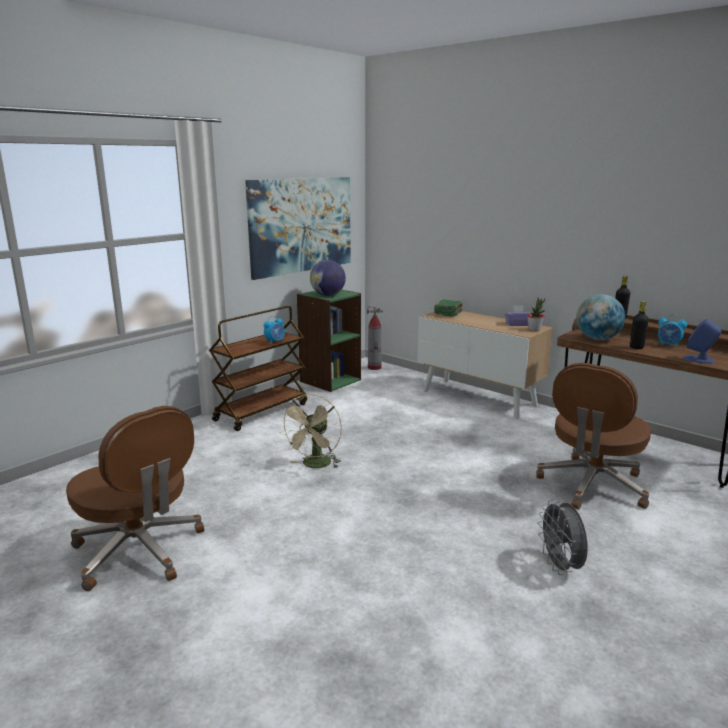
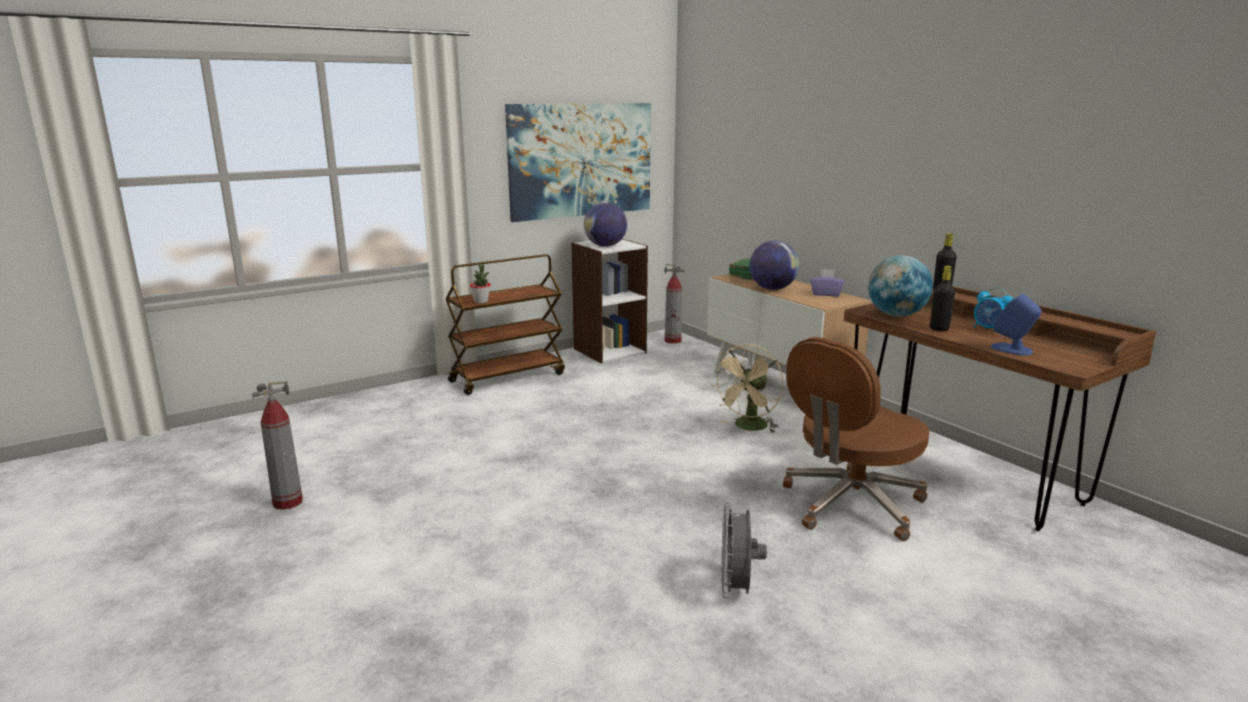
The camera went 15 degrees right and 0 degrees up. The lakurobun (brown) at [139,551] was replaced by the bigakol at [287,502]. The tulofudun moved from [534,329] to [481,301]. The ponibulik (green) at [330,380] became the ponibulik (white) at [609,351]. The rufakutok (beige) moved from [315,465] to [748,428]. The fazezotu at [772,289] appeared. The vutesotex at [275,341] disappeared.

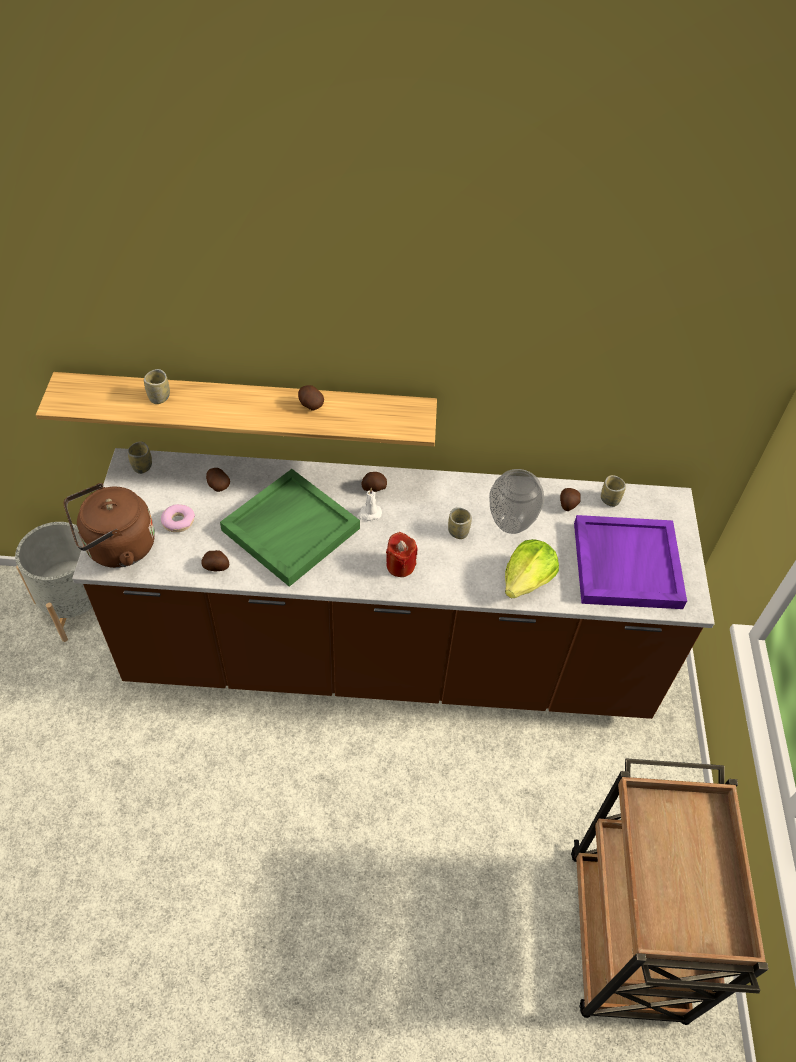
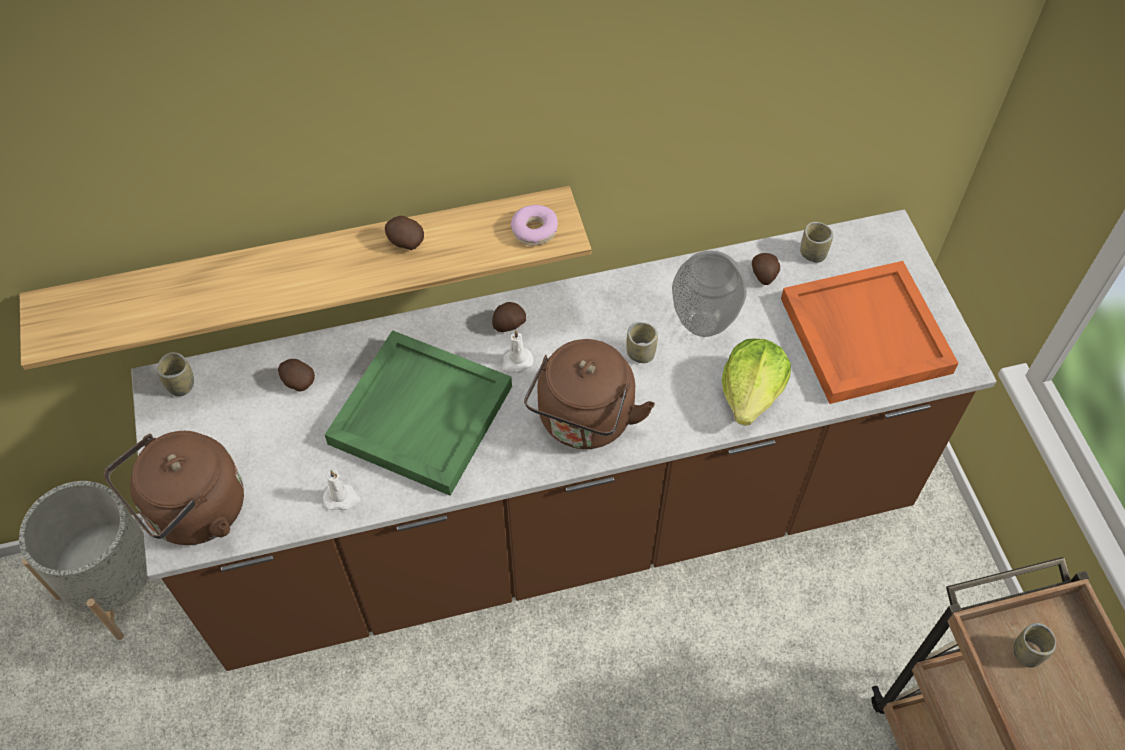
The camera went 15 degrees left and 5 degrees up. The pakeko at [217,567] was replaced by the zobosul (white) at [342,498]. The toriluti moved from [178,521] to [534,230]. The zobosul (red) at [400,565] was replaced by the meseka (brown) at [584,422]. The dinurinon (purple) at [625,564] became the dinurinon (orange) at [863,334]. The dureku moved from [159,397] to [1027,653].

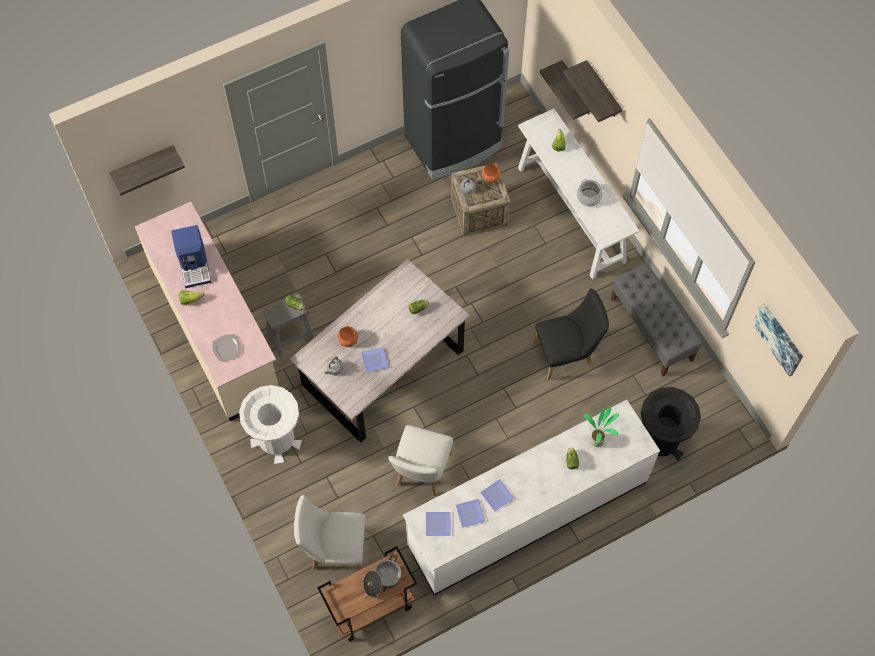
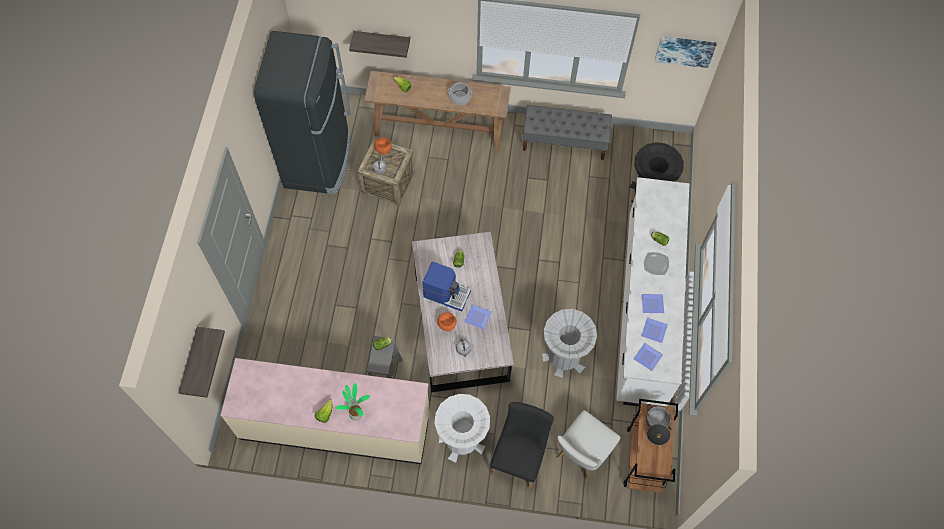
The camera went 55 degrees left and 0 degrees up. The tulofudun moved from [598,440] to [356,413]. The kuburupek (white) at [571,215] became the kuburupek (brown) at [439,129]. The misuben moved from [195,265] to [446,293]. The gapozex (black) moved from [567,354] to [519,457]. The gapozex (white) at [421,473] was replaced by the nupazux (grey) at [564,356]. The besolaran moved from [226,348] to [655,264]. The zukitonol at [603,91] disappeared.

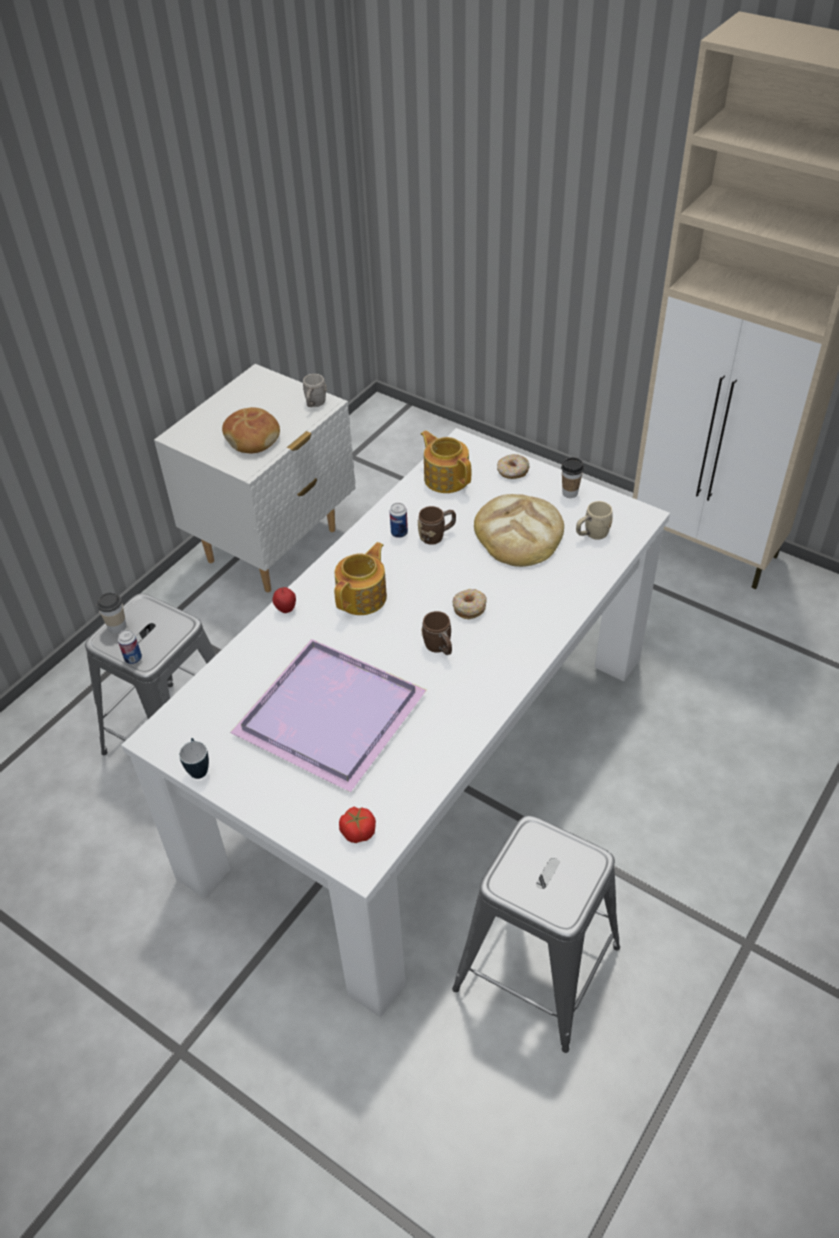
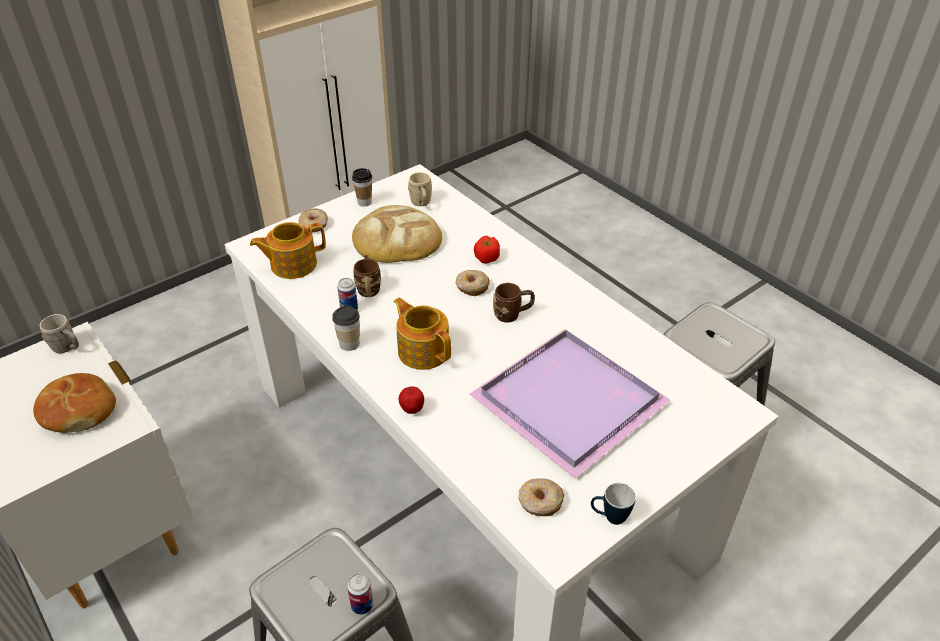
The camera went 75 degrees left and 5 degrees down. The dureku moved from [117,626] to [349,344]. The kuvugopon moved from [358,832] to [486,258]. The toriluti at [540,502] appeared.

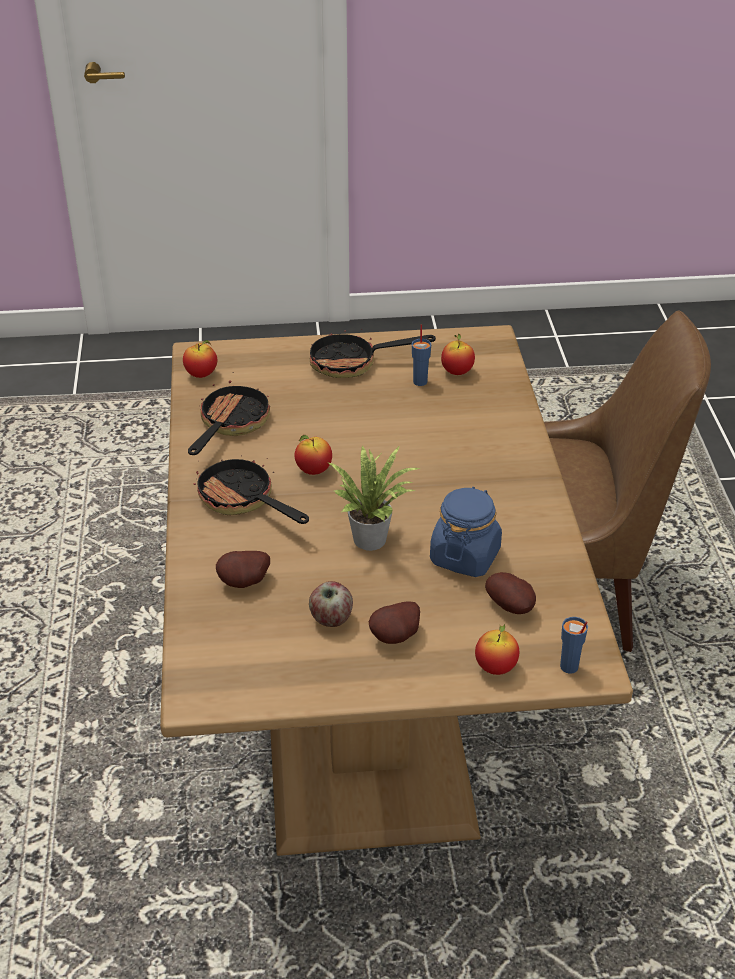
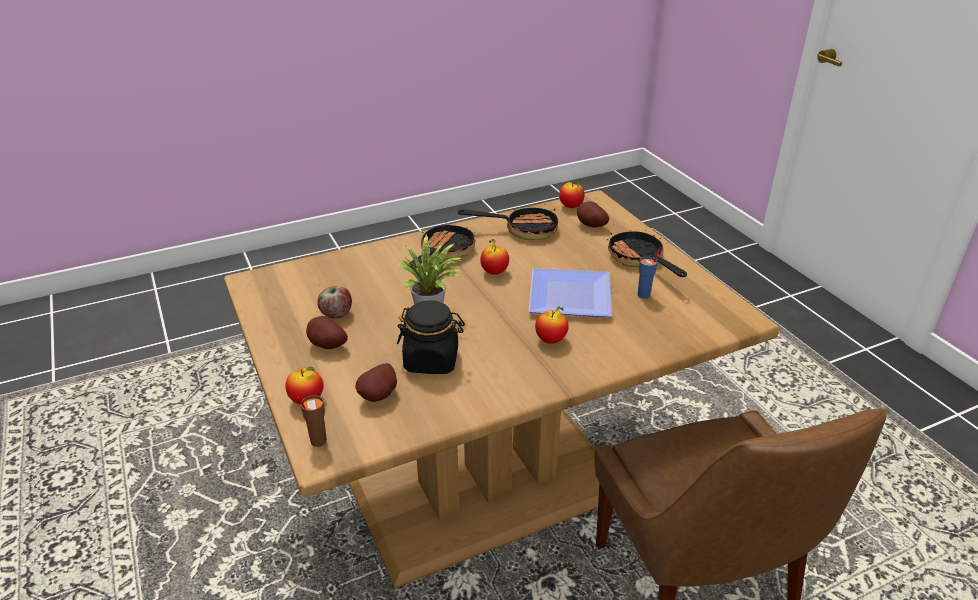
The camera went 70 degrees right and 5 degrees down. The dureku (blue) at [569,667] became the dureku (brown) at [318,441]. The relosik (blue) at [465,556] became the relosik (black) at [432,360]. The besolaran at [567,294] appeared. The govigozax moved from [457,372] to [551,340]. The pakeko moved from [245,583] to [590,226].

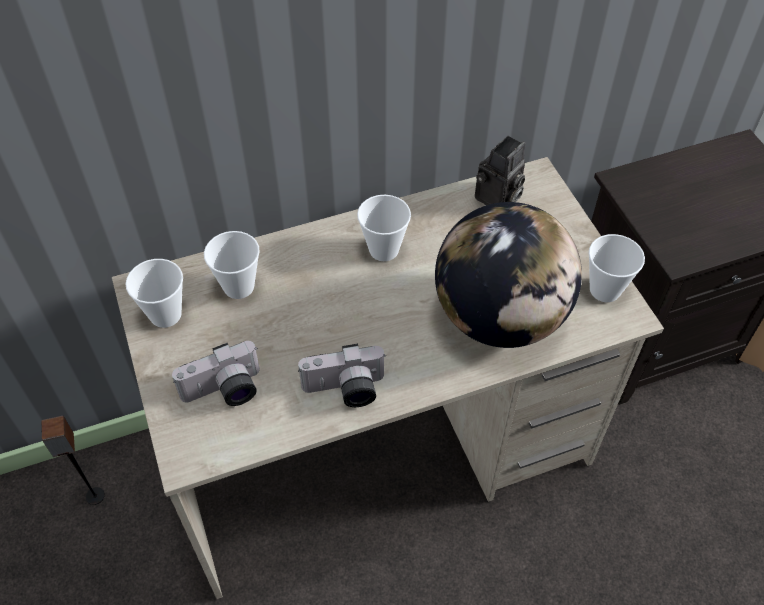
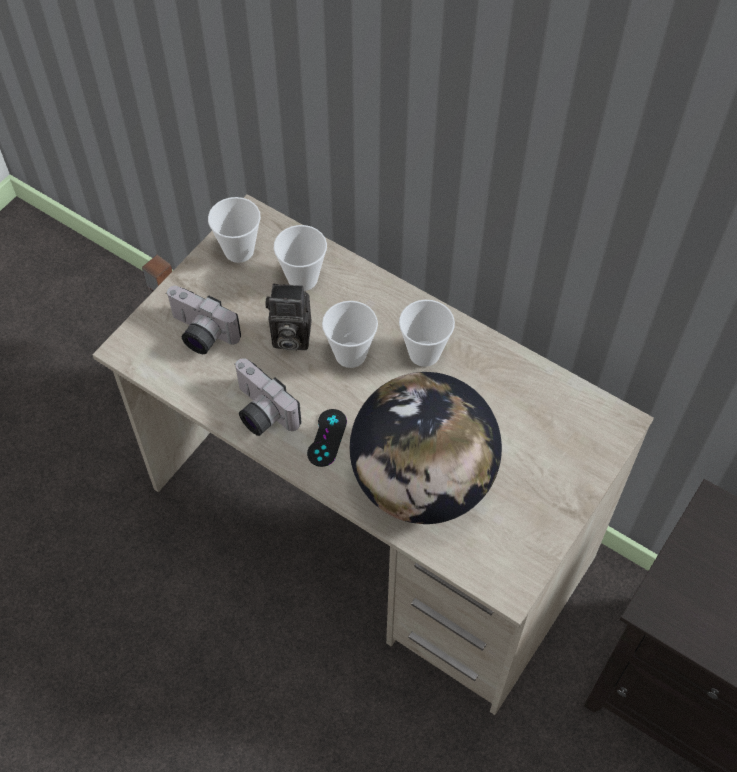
The camera went 55 degrees right and 5 degrees up. The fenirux moved from [498,199] to [289,337]. The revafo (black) at [327,438] appeared. The dureku moved from [605,290] to [350,354].

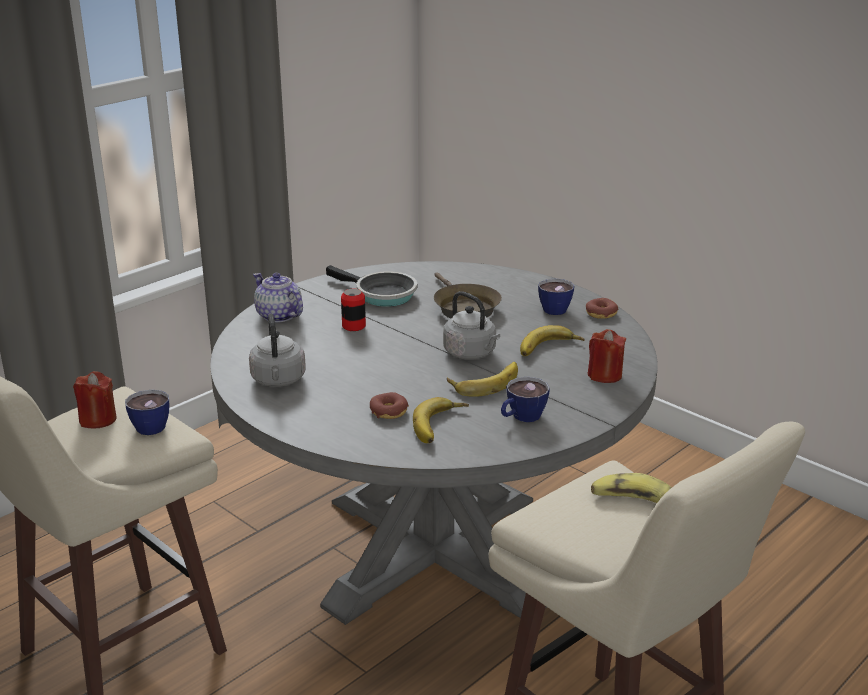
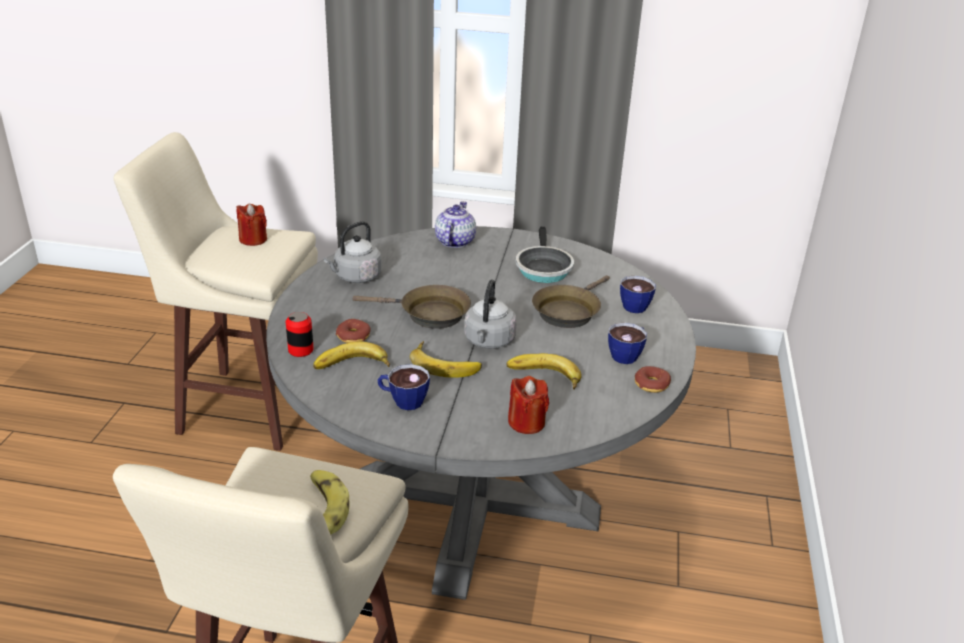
The camera went 55 degrees right and 5 degrees up. The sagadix moved from [354,326] to [300,350]. The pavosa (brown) at [429,314] appeared. The dureku moved from [150,424] to [637,305].

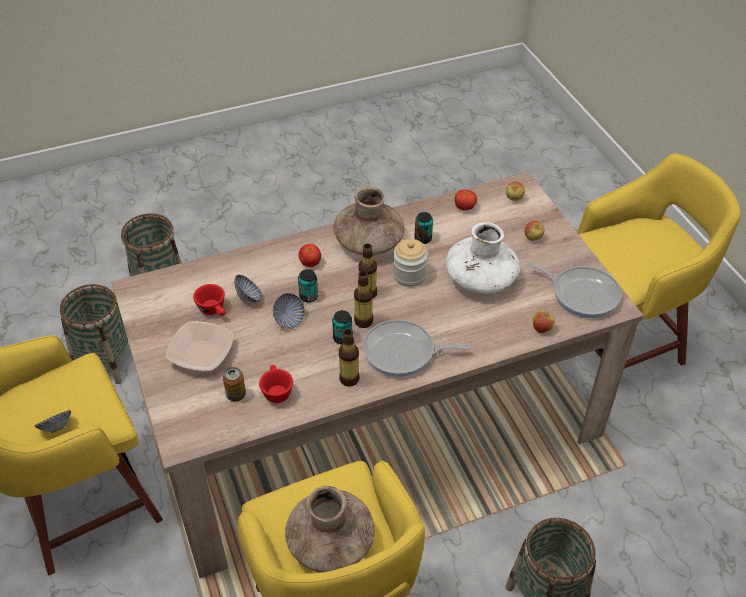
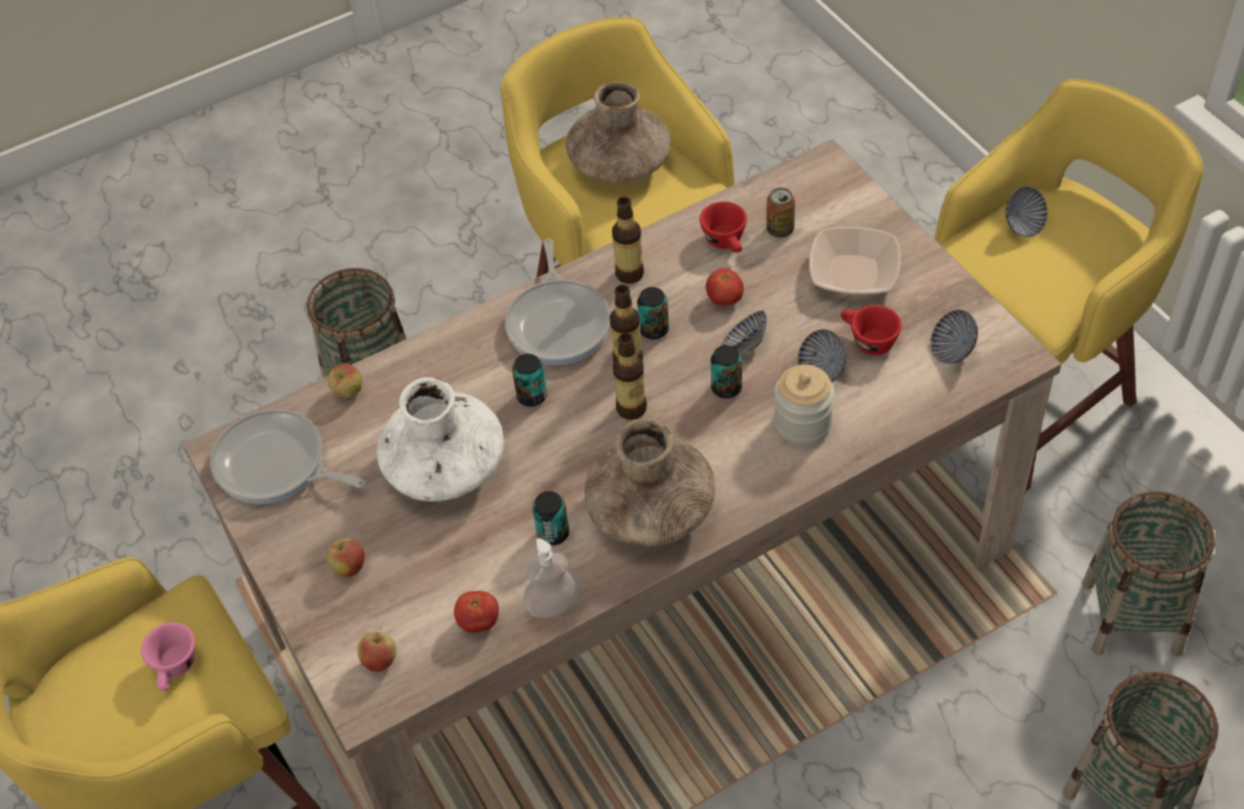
The camera went 175 degrees right and 5 degrees up. The dureku (pink) at [176,669] appeared. The pavosa at [403,353] turned 90 degrees clockwise. The sagadix at [532,396] appeared. The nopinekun at [553,604] appeared. The kuvugopon moved from [310,263] to [724,300]. The relosik moved from [409,275] to [802,424]. The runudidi at [952,351] appeared.

